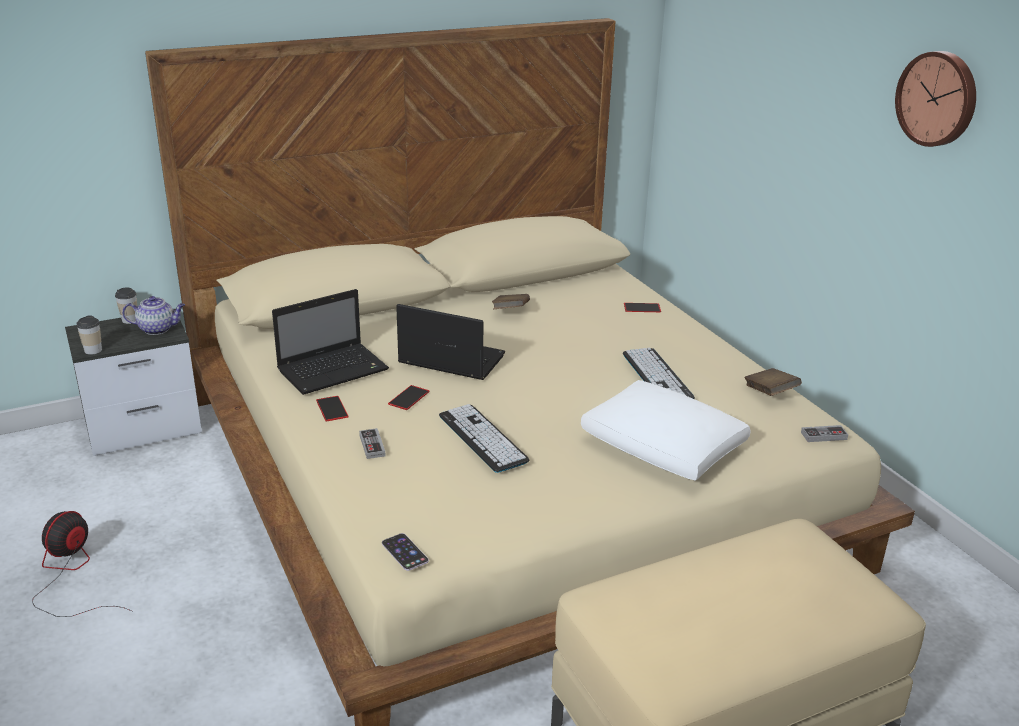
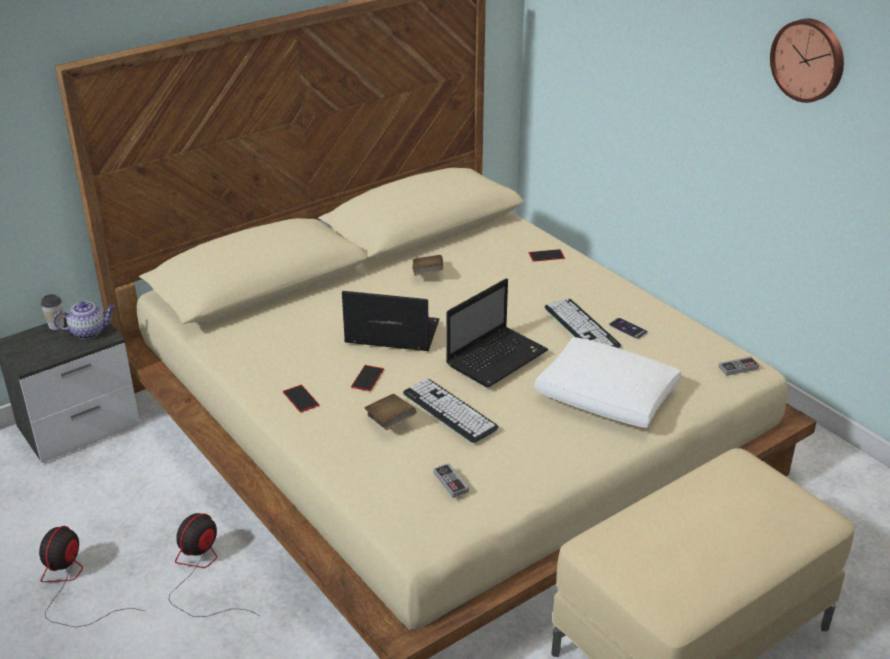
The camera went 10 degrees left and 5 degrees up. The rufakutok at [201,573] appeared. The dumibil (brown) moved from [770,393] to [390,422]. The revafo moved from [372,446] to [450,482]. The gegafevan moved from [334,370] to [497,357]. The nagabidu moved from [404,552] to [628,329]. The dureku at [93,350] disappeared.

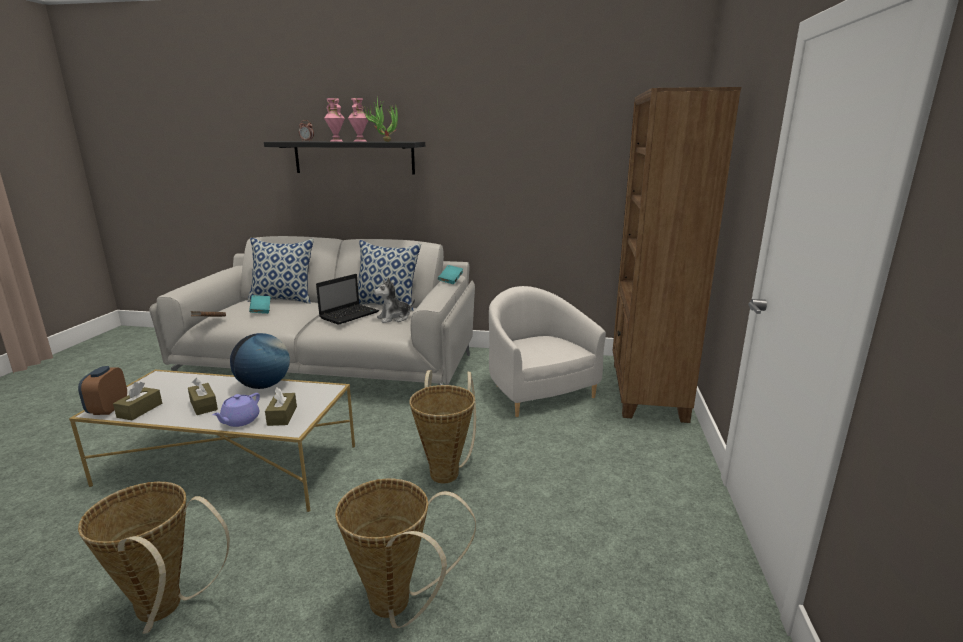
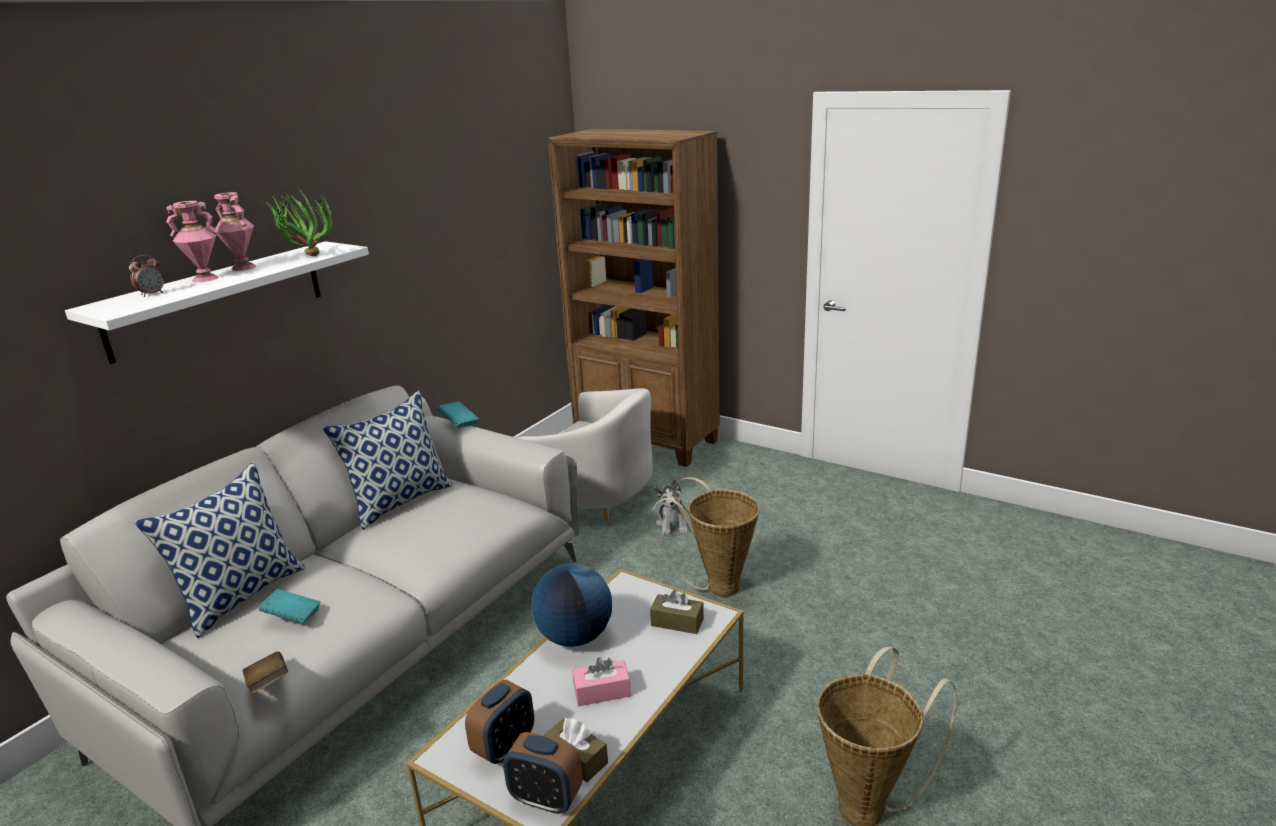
The camera went 65 degrees left and 5 degrees up. The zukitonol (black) at [354,157] became the zukitonol (white) at [218,299]. The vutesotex at [504,746] appeared. The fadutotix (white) at [537,391] turned 150 degrees counterclockwise. The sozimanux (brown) at [203,405] became the sozimanux (pink) at [602,692]. The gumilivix moved from [394,318] to [673,524]. The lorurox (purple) at [240,421] disappeared. The gegafevan at [350,315] disappeared. The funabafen at [398,607] disappeared.

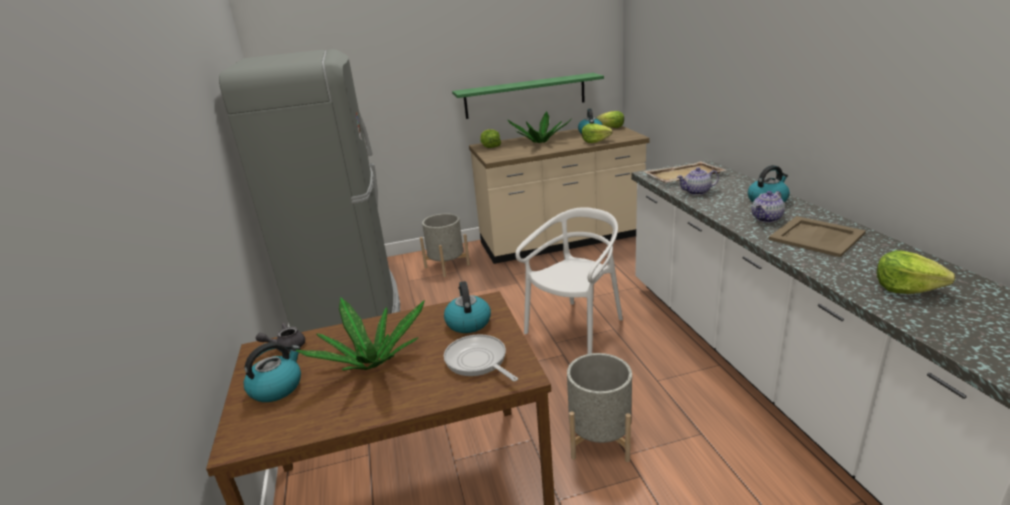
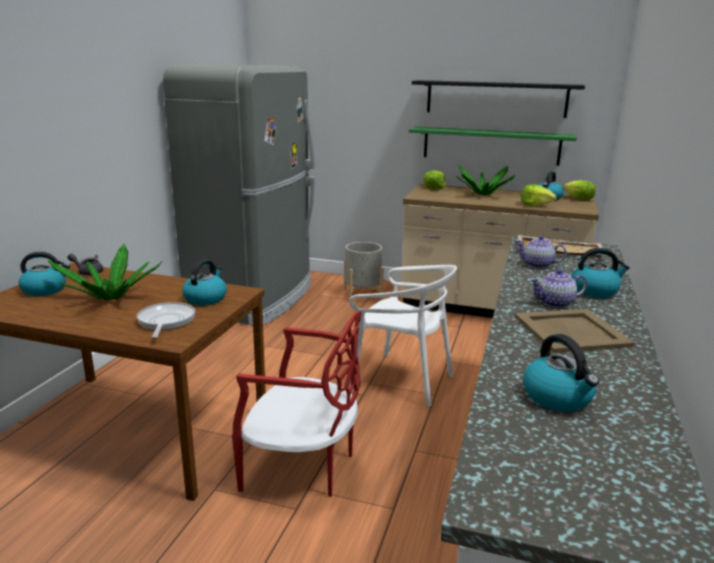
The camera went 30 degrees right and 5 degrees down. The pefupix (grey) at [600,439] was replaced by the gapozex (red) at [303,467]. The gapozex (white) at [576,328] turned 45 degrees clockwise. The zukitonol (black) at [496,98] appeared. The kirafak at [905,288] was replaced by the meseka at [558,397].

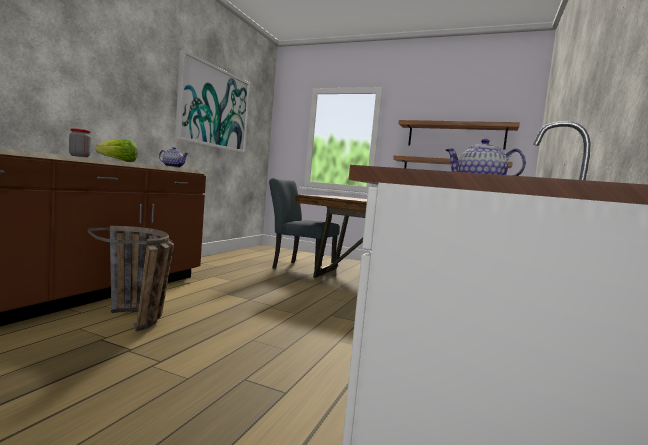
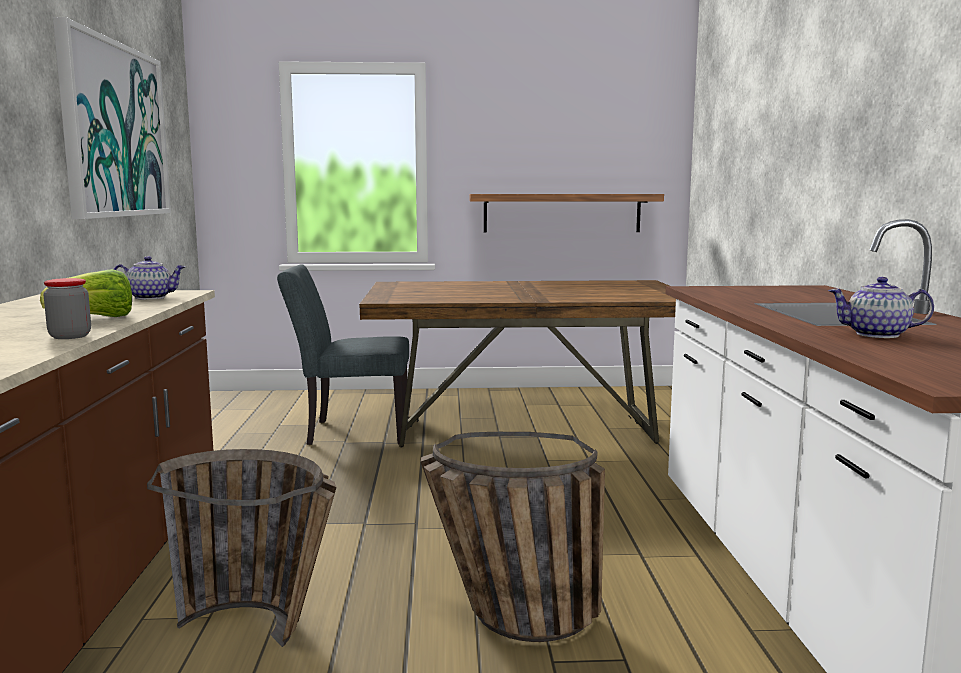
The camera went 25 degrees left and 5 degrees up. The funabafen at [507,619] appeared. The zukitonol at [455,136] disappeared.

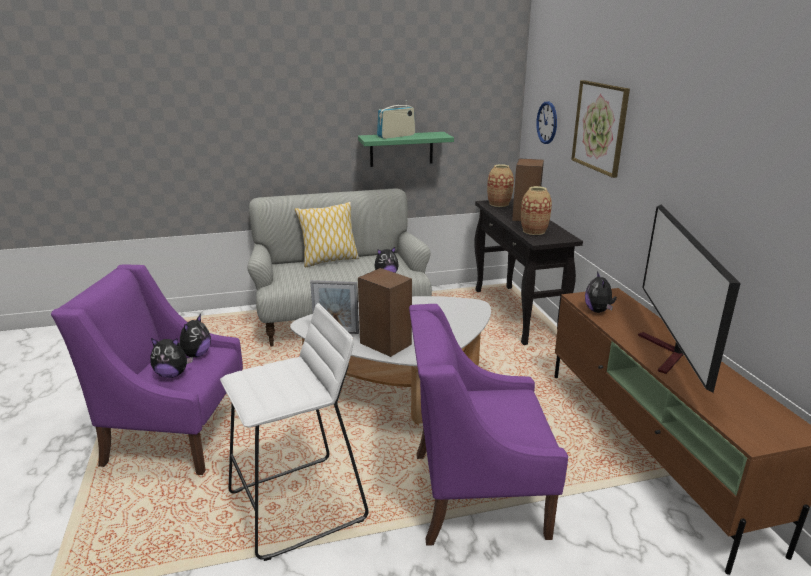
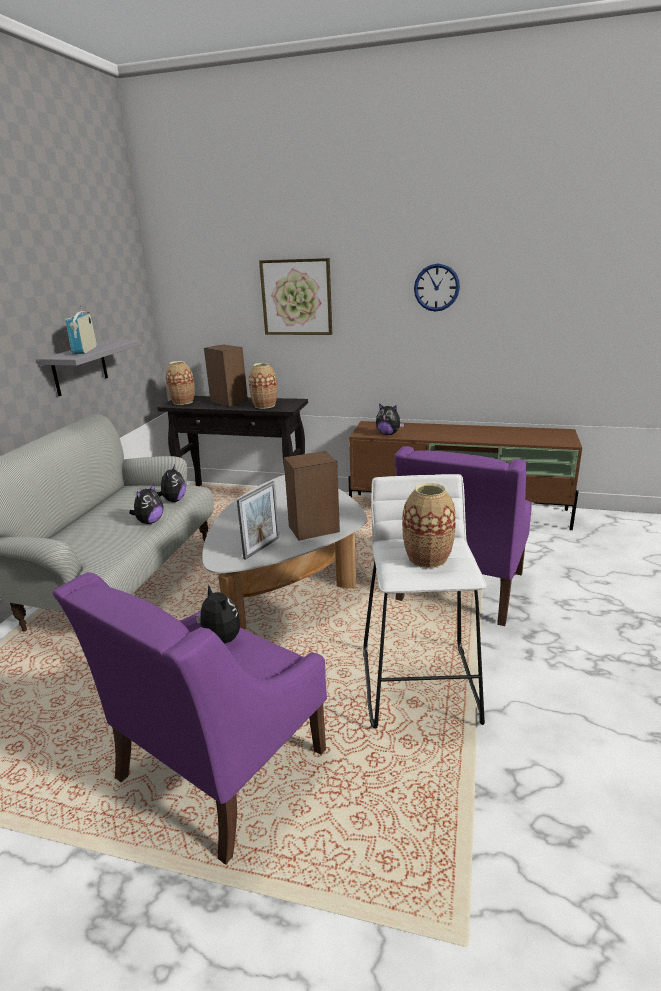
The camera went 60 degrees left and 0 degrees up. The zukitonol (green) at [401,149] became the zukitonol (grey) at [80,367]. The gumilivix moved from [172,374] to [149,522]. The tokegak at [427,558] appeared. The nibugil moved from [547,122] to [436,287]. The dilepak at [329,260] disappeared. The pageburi at [667,354] disappeared.

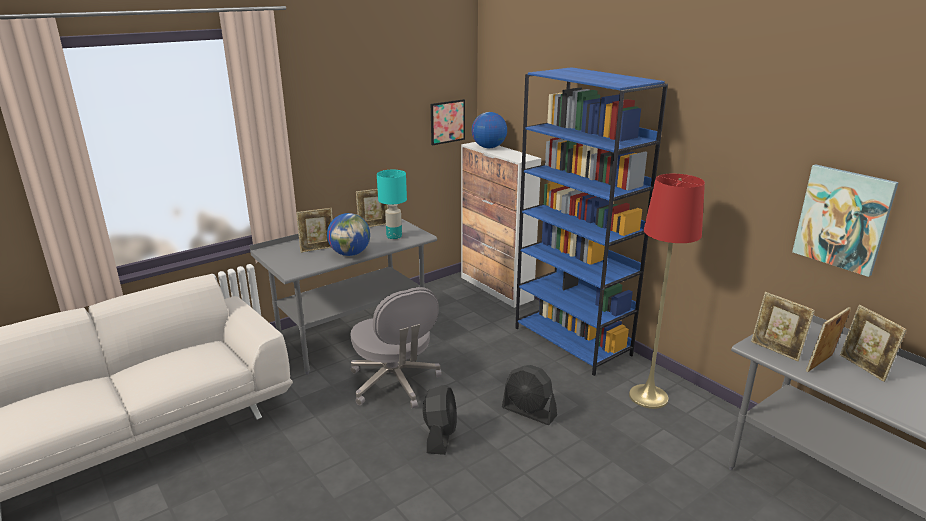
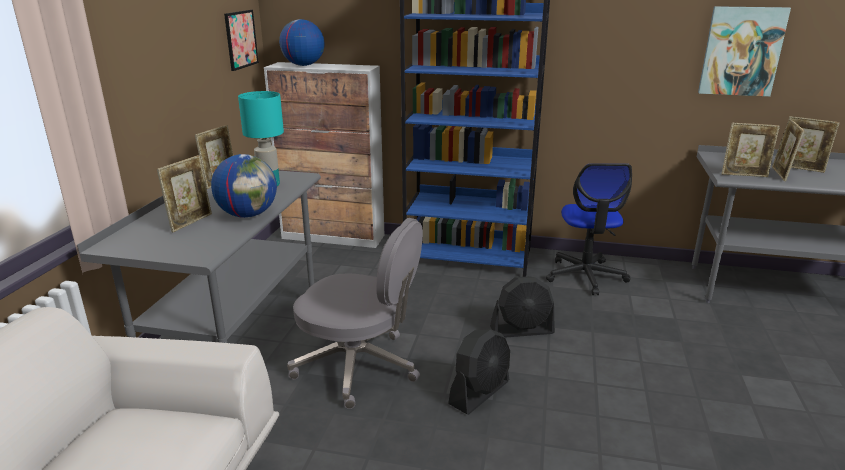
The camera went 40 degrees left and 0 degrees up. The rufakutok (black) at [440,435] turned 75 degrees clockwise. The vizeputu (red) at [648,396] was replaced by the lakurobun at [585,276].

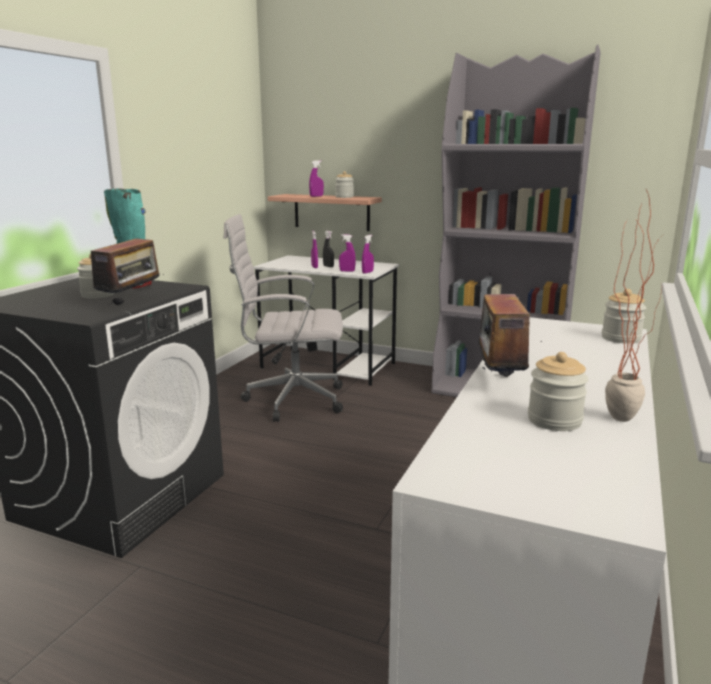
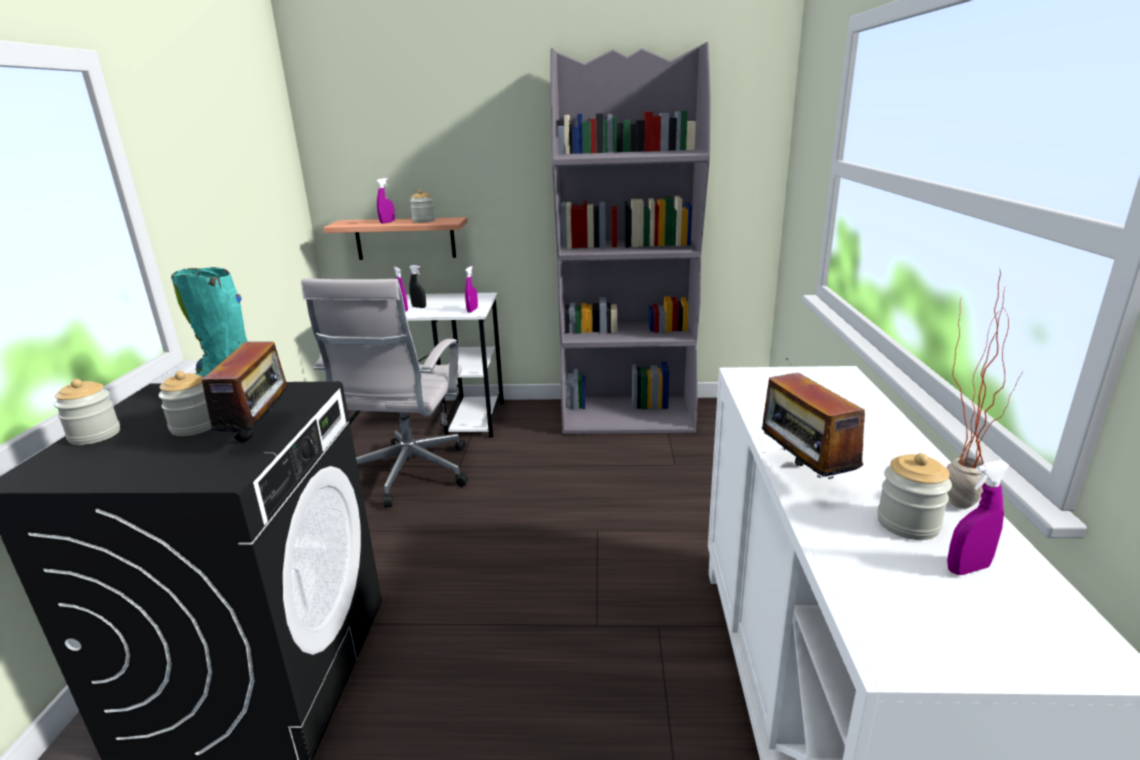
The camera went 20 degrees left and 5 degrees up. The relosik moved from [621,338] to [95,435]. The lakurobun (white) at [290,400] turned 60 degrees counterclockwise. The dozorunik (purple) moved from [347,271] to [967,568].

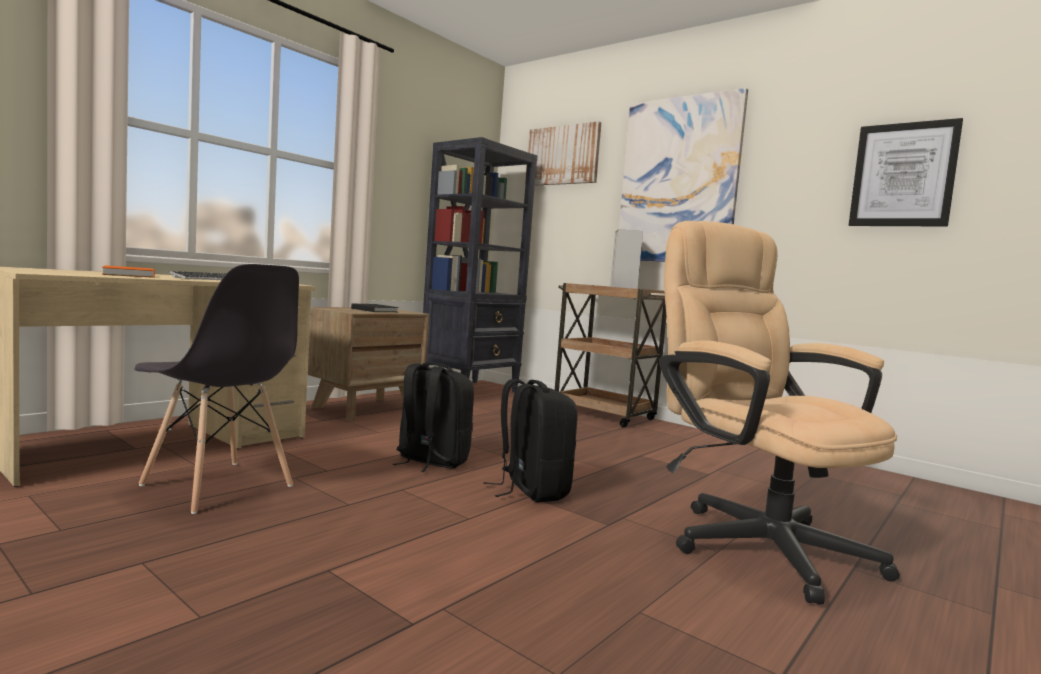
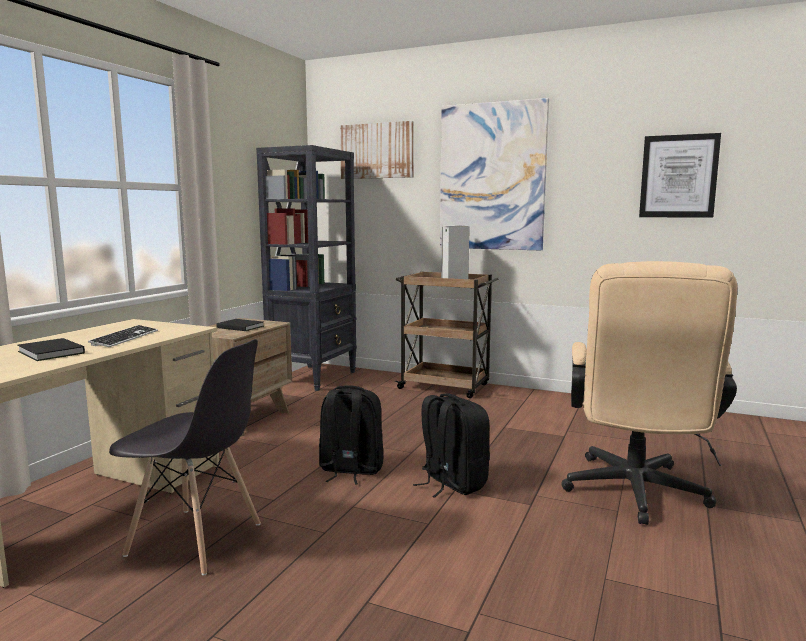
The camera went 15 degrees left and 5 degrees up. The dumibil (orange) at [127,275] became the dumibil (black) at [50,353]. The lakurobun (beige) at [755,541] turned 120 degrees counterclockwise.

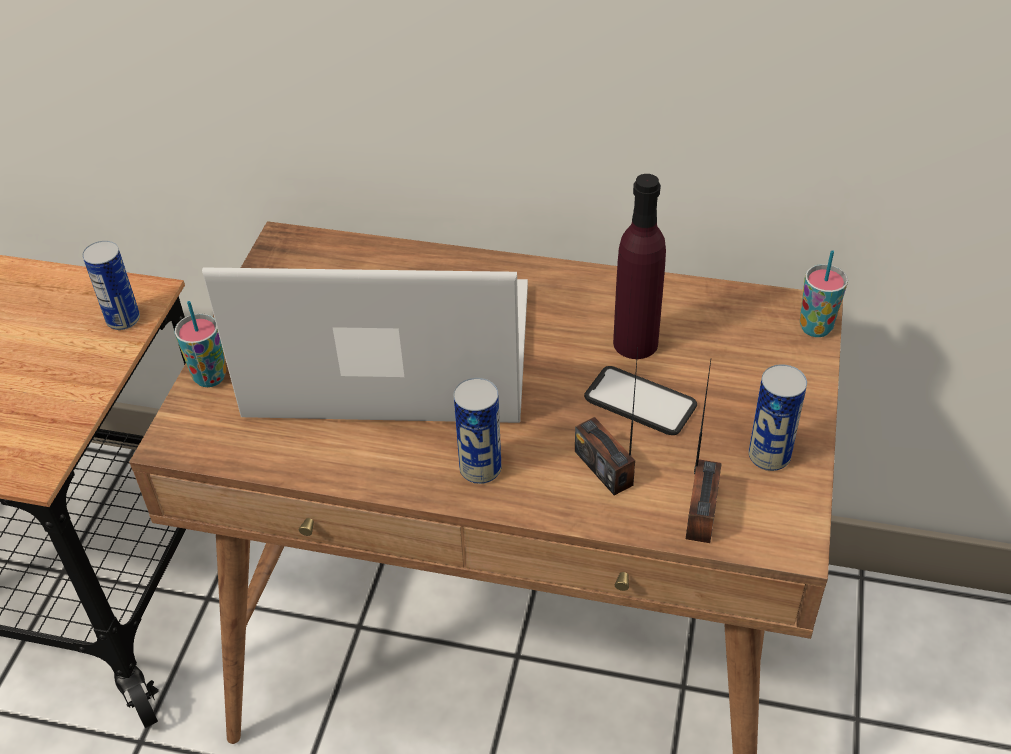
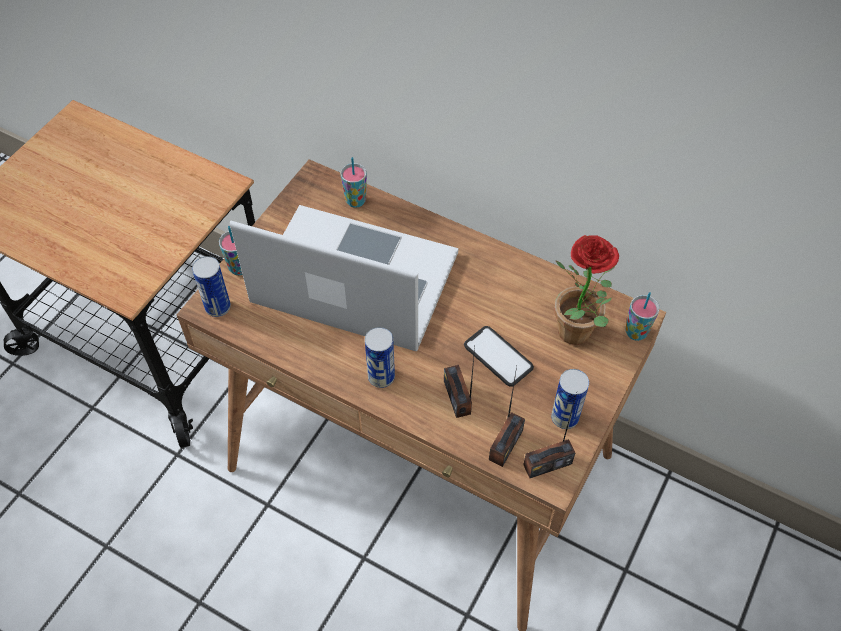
The camera went 15 degrees right and 10 degrees up. The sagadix moved from [123,319] to [218,307]. The dureku at [355,201] appeared. The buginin at [547,464] appeared. The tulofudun at [578,336] appeared. The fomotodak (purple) at [635,343] disappeared.

